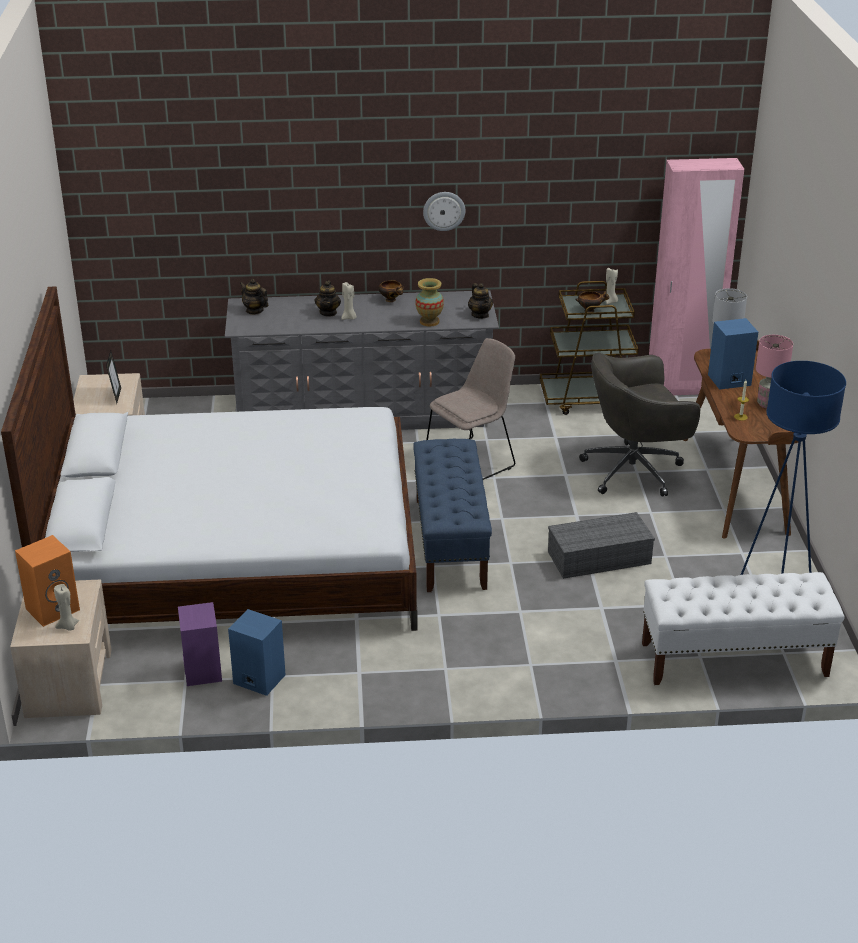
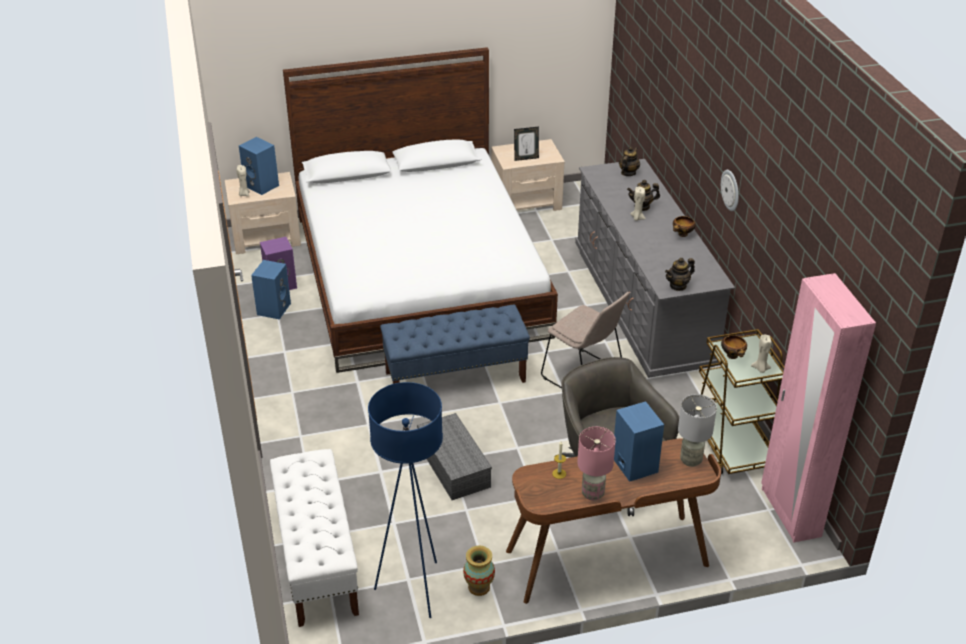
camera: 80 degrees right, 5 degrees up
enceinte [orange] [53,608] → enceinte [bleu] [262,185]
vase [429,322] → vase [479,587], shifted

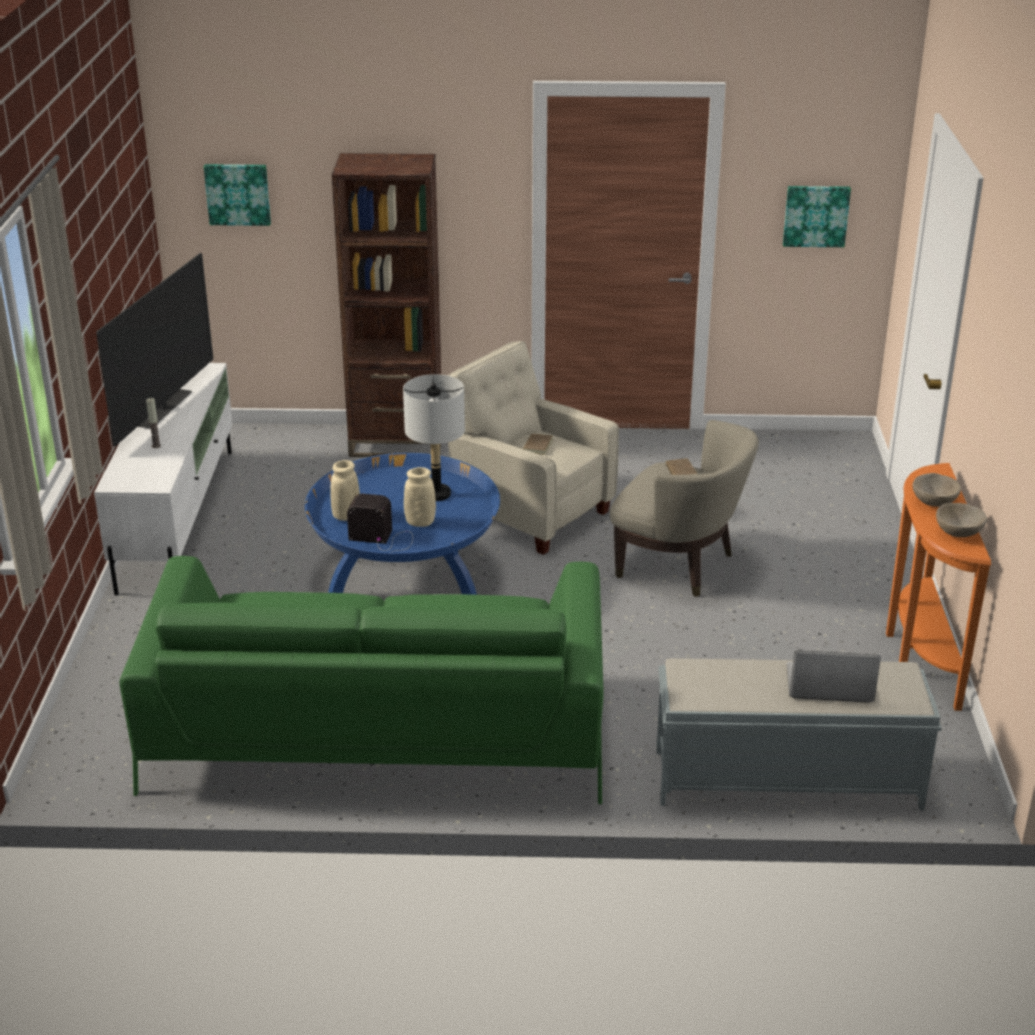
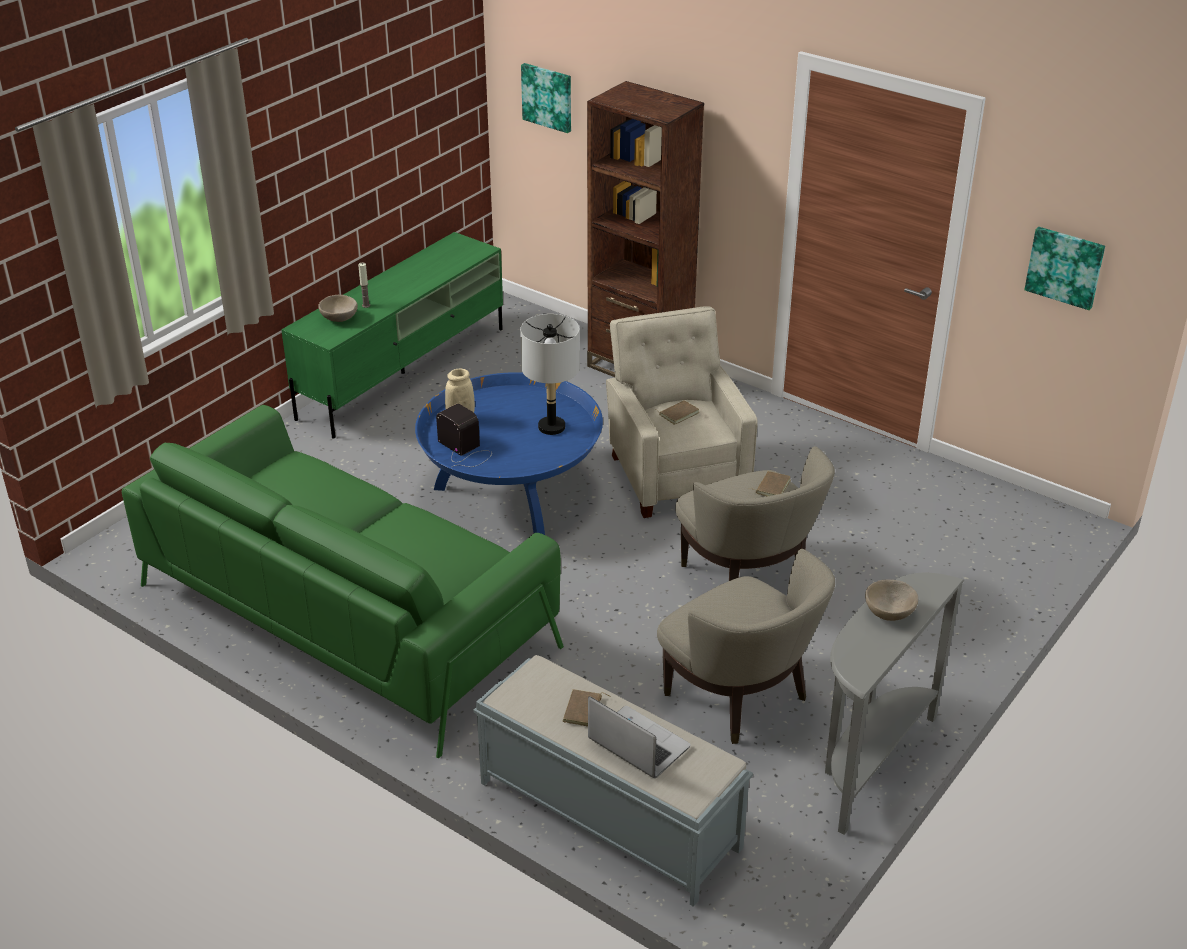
camera: 35 degrees right, 5 degrees up
meuble télé [blanc] [178,517] → meuble télé [vert] [404,372]
téléviseur [164,409] → -
vase [beige] [420,522] → -
table console [orange] [918,655] → table console [gris] [868,763]
bol [beige] [958,533] → bol [beige] [339,318], shifted
- → livre [marron] [584,710]
- → fauteuil [beige] [740,698]

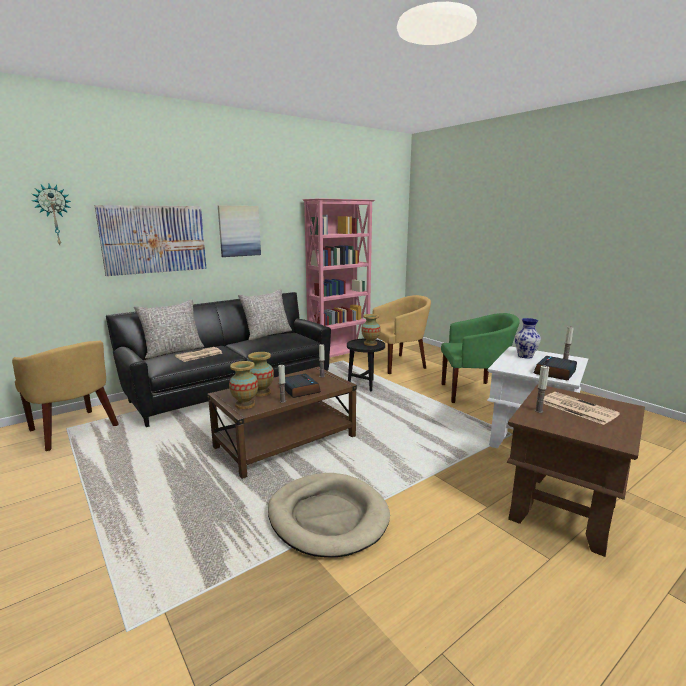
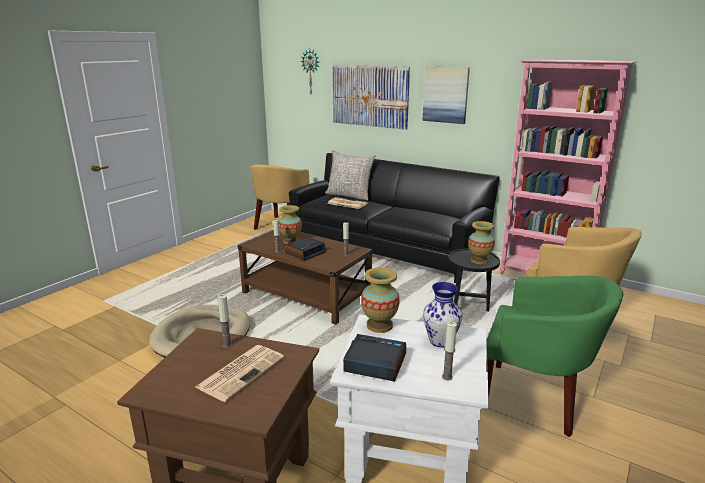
camera: 70 degrees right, 5 degrees up
vase [245,405] → vase [379,325], shifted
coussin [gris] [267,334] → -
fauteuil [vert] [474,393] → fauteuil [vert] [535,397], 45 degrees counterclockwise

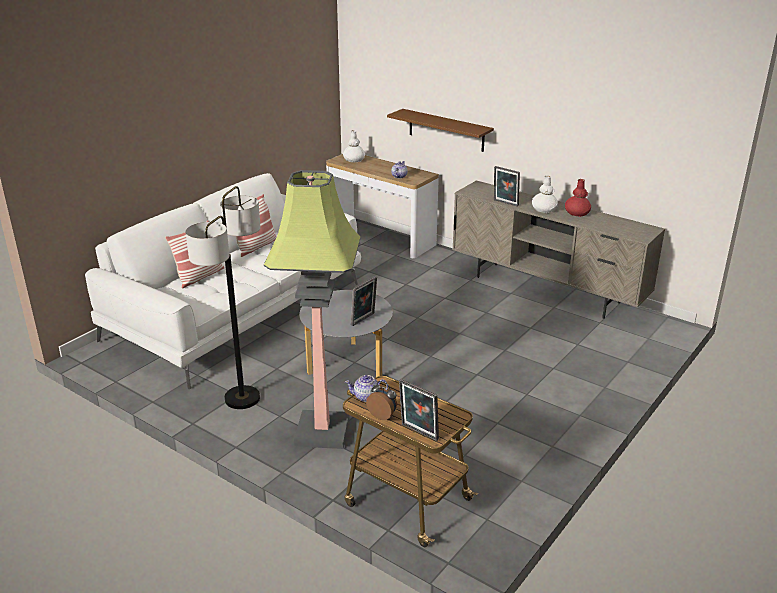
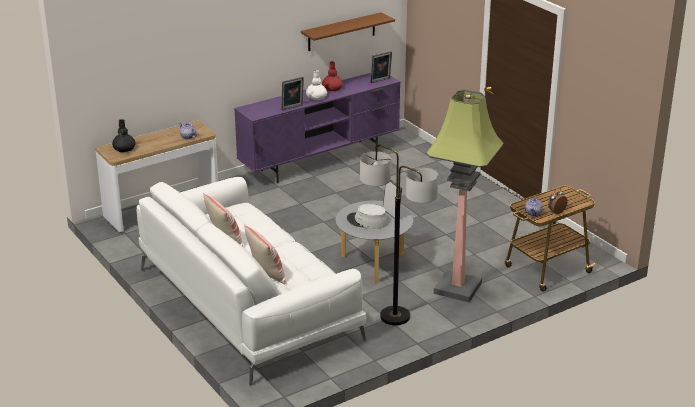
camera: 70 degrees left, 0 degrees up
vase [blanc] [354,160] → vase [noir] [124,149]
étagère [marron] [446,130] → étagère [marron] [341,32], shifted
cadre photo [418,433] → cadre photo [380,81], shifted
meuble télé [beige] [547,290] → meuble télé [violet] [320,161]
- → chapeau [gris] [367,221]

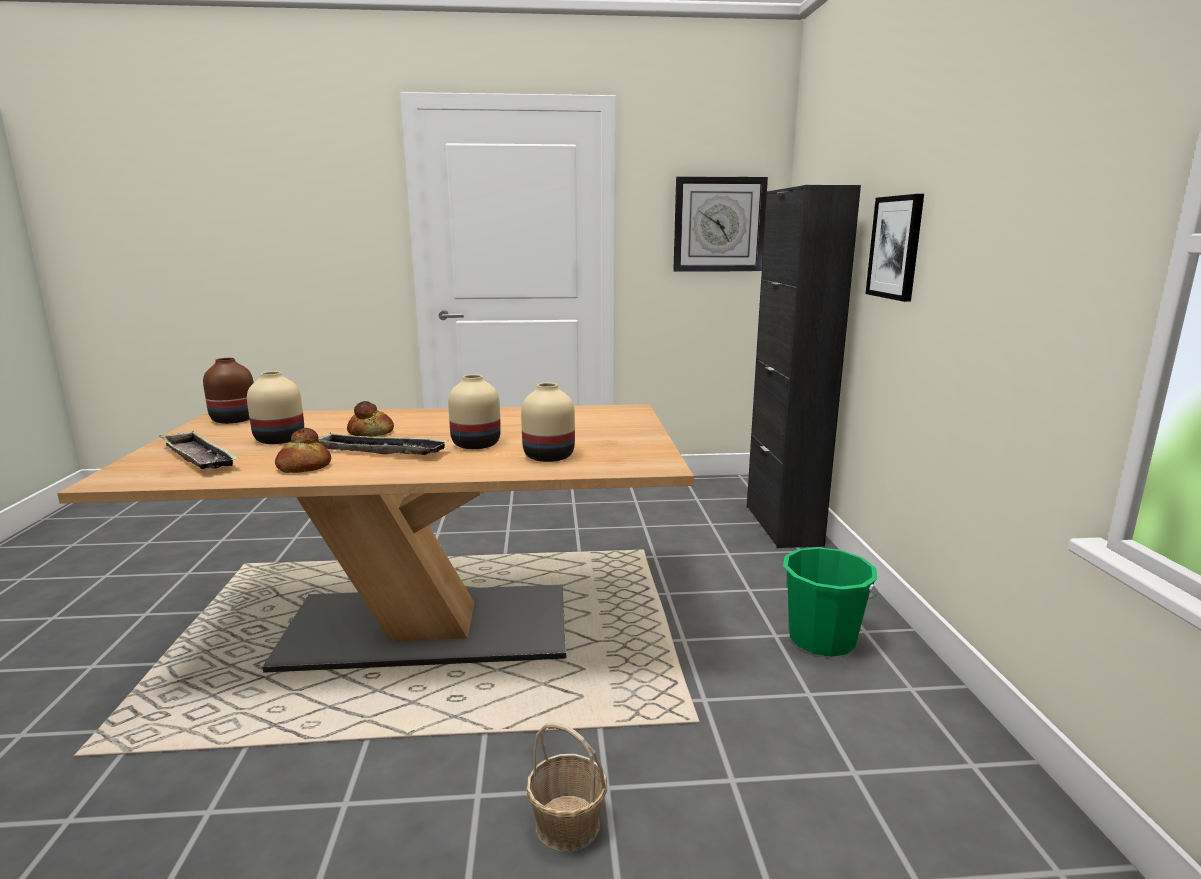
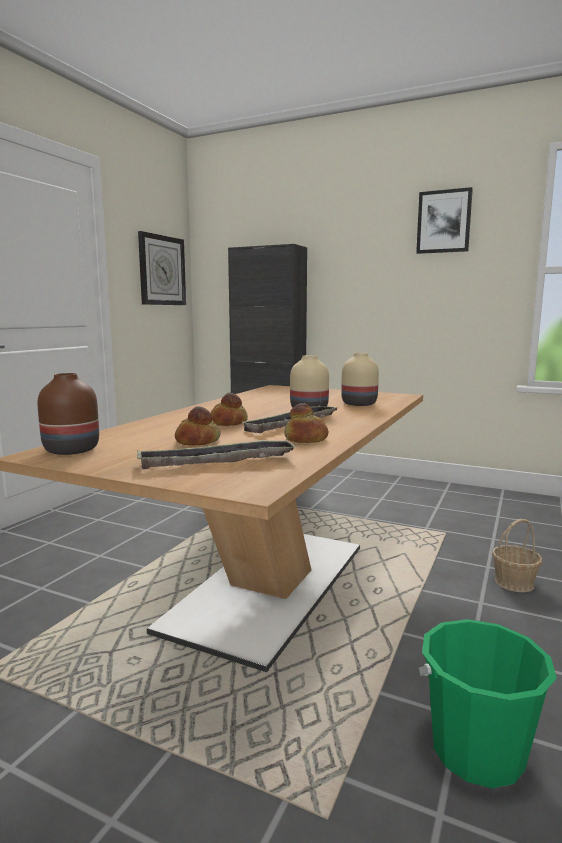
camera: 60 degrees left, 5 degrees down
vase [beige] [278,439] → pain [197,441]
seau [vert] [822,640] → seau [vert] [477,752], shifted
tableau [896,247] → tableau [444,221], shifted

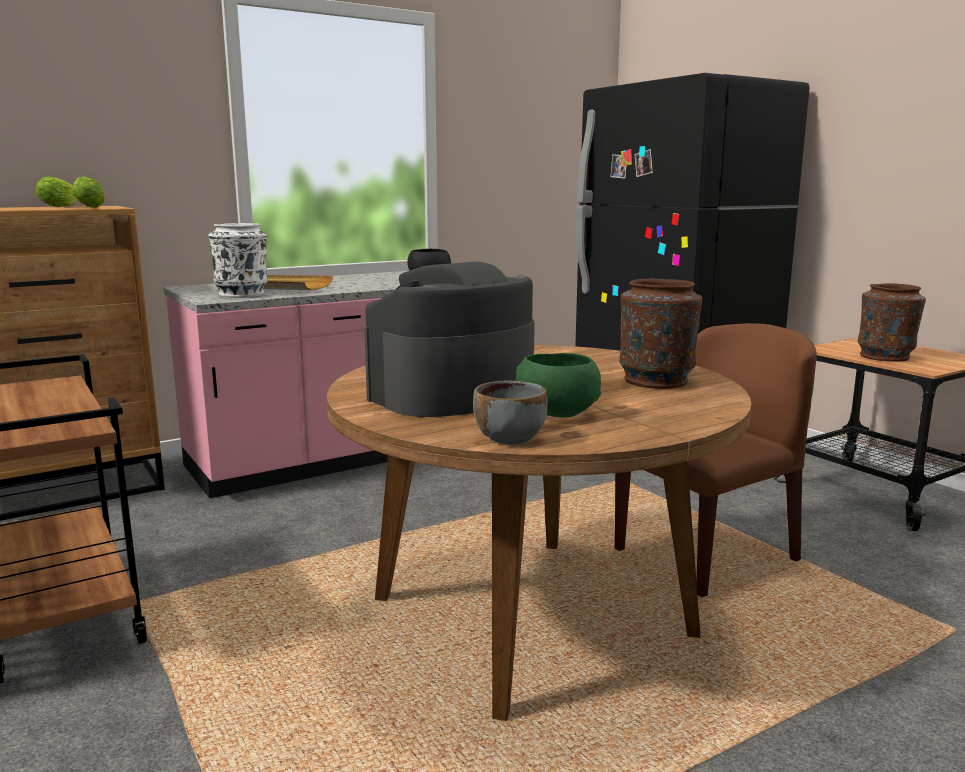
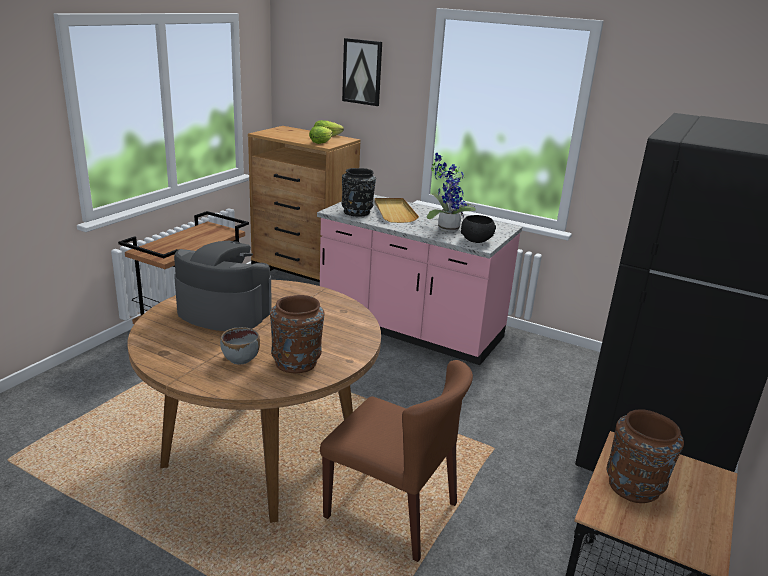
camera: 60 degrees right, 10 degrees up
vase [blanc] [242,294] → vase [noir] [357,212]
bol [gris] [510,438] → bol [gris] [240,359], shifted
bol [vert] [556,414] → -
- → tableau [362,72]
- → plante en pot [445,228]

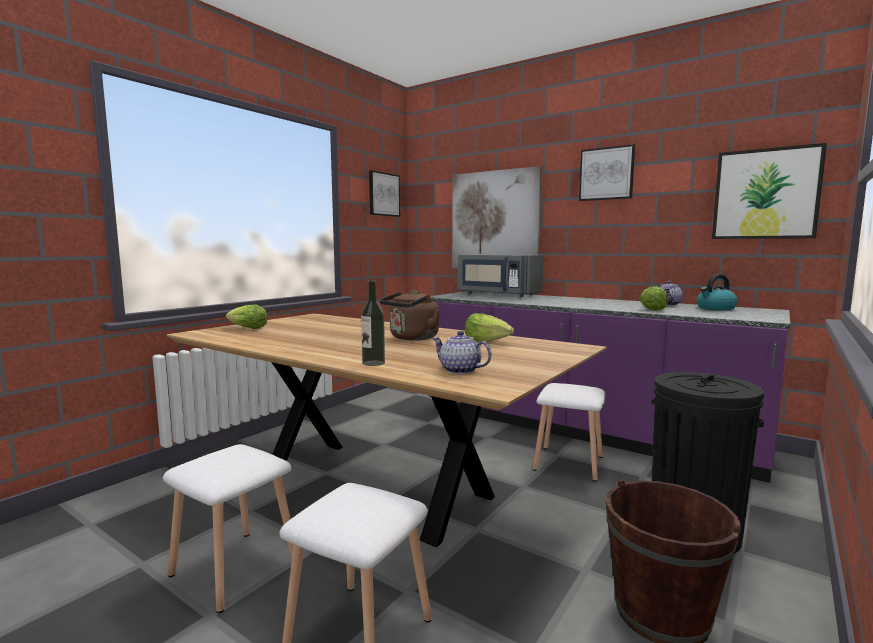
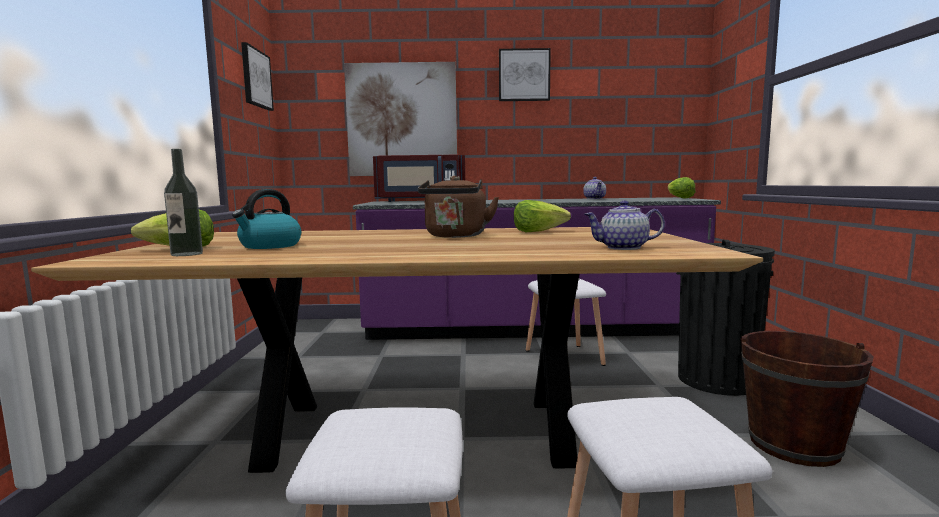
camera: 35 degrees left, 0 degrees up
bouteille [373,363] → bouteille [187,254], shifted
micro-ondes [gris] [497,294] → micro-ondes [rouge] [421,201]
laitue [653,309] → laitue [679,198], shifted
bouilloire [715,308] → bouilloire [270,246], shifted
tableau [765,194] → -

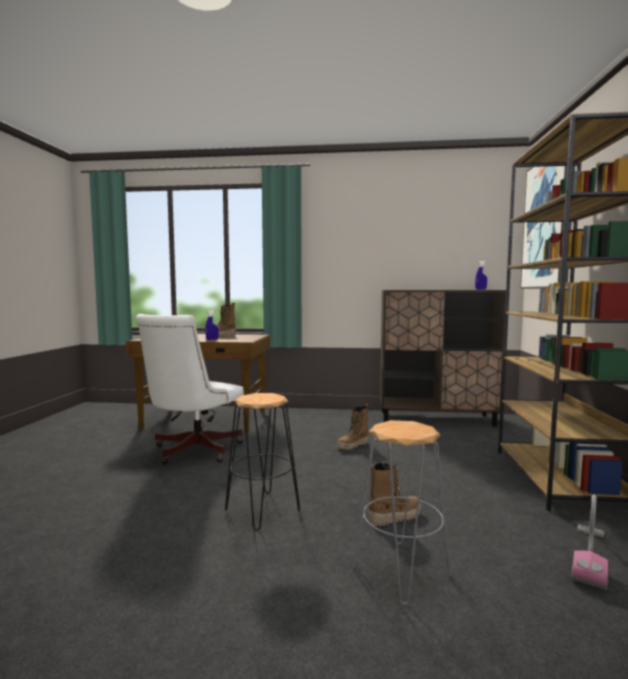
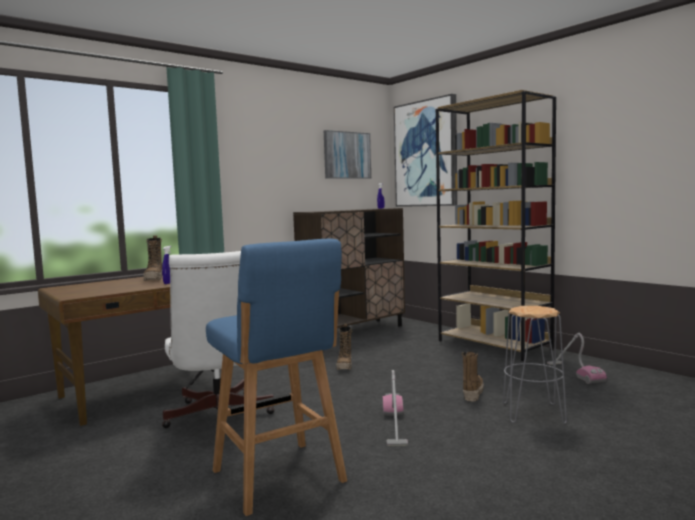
camera: 45 degrees left, 0 degrees up
tabouret [noir] [262,510] → aspirateur [394,424]
- → tabouret [bleu] [280,478]
- → tableau [347,155]

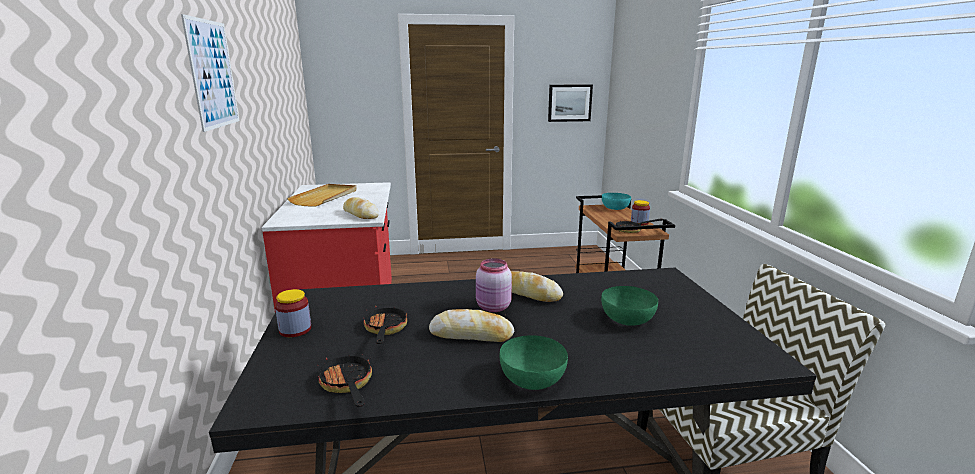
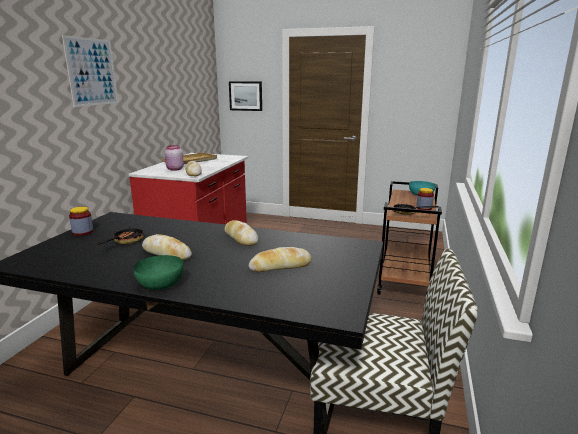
camera: 25 degrees right, 0 degrees up
poêle [347,385] → -
bocal [rose] [493,307] → bocal [rose] [174,169], shifted
tableau [569,103] → tableau [246,96], shifted
bol [vert] [627,319] → pain [280,266]

